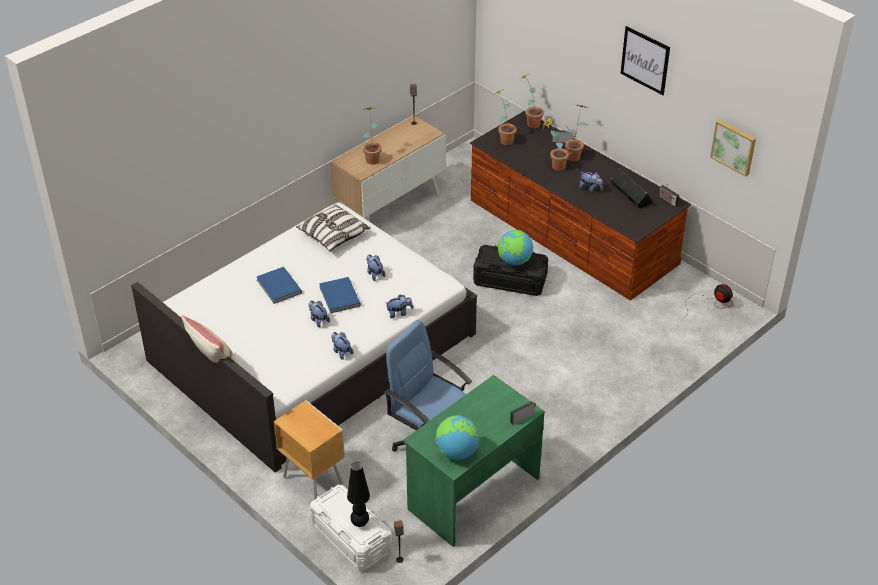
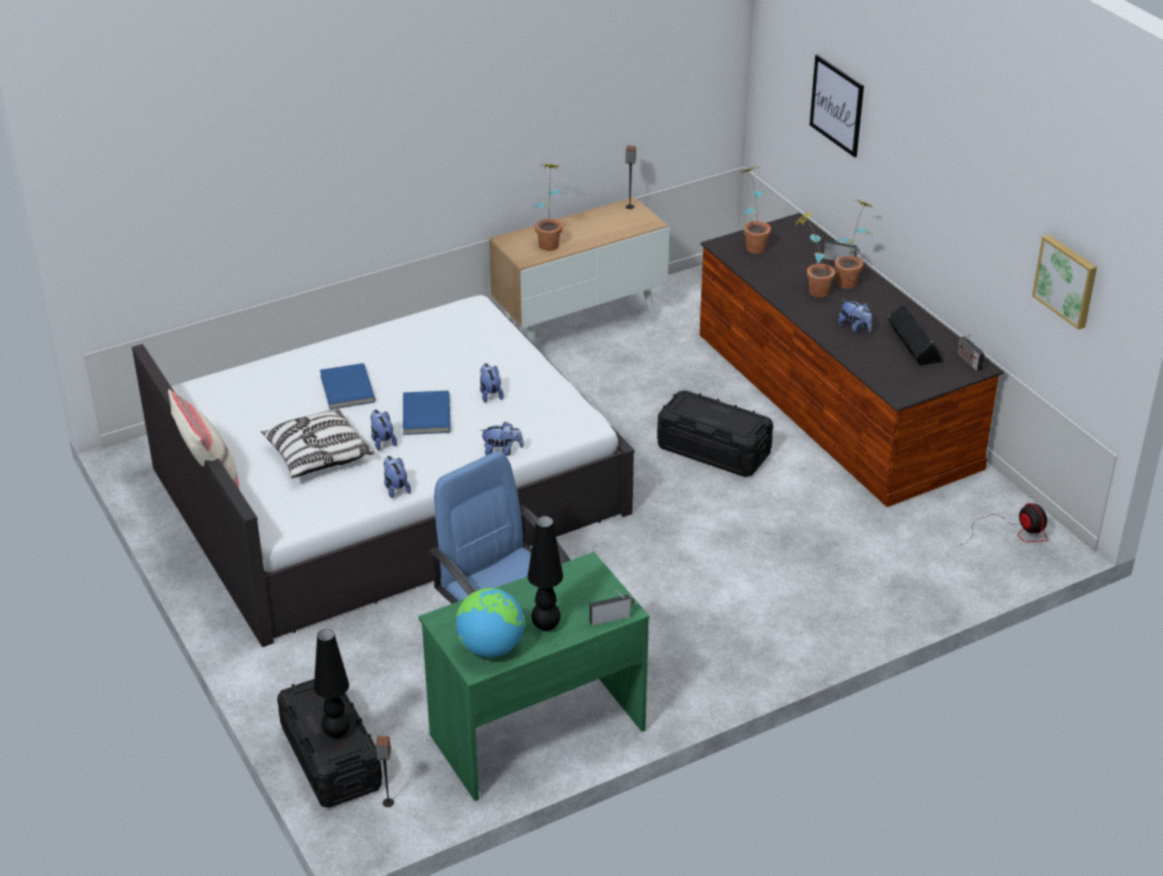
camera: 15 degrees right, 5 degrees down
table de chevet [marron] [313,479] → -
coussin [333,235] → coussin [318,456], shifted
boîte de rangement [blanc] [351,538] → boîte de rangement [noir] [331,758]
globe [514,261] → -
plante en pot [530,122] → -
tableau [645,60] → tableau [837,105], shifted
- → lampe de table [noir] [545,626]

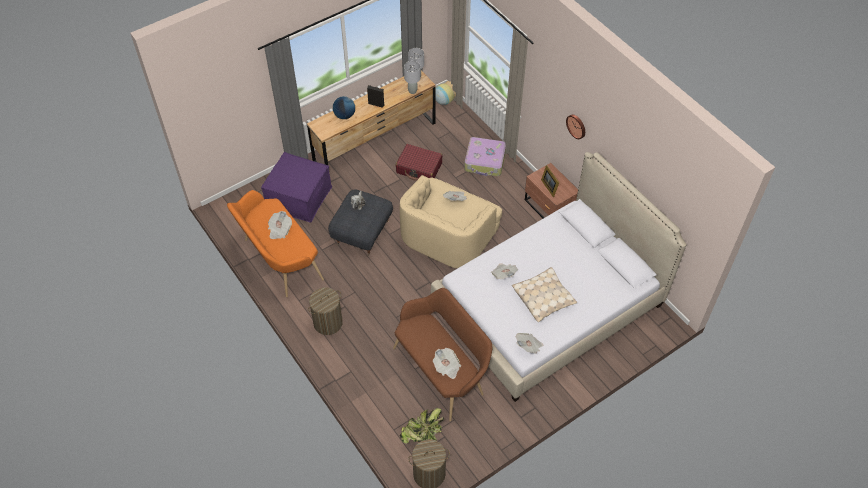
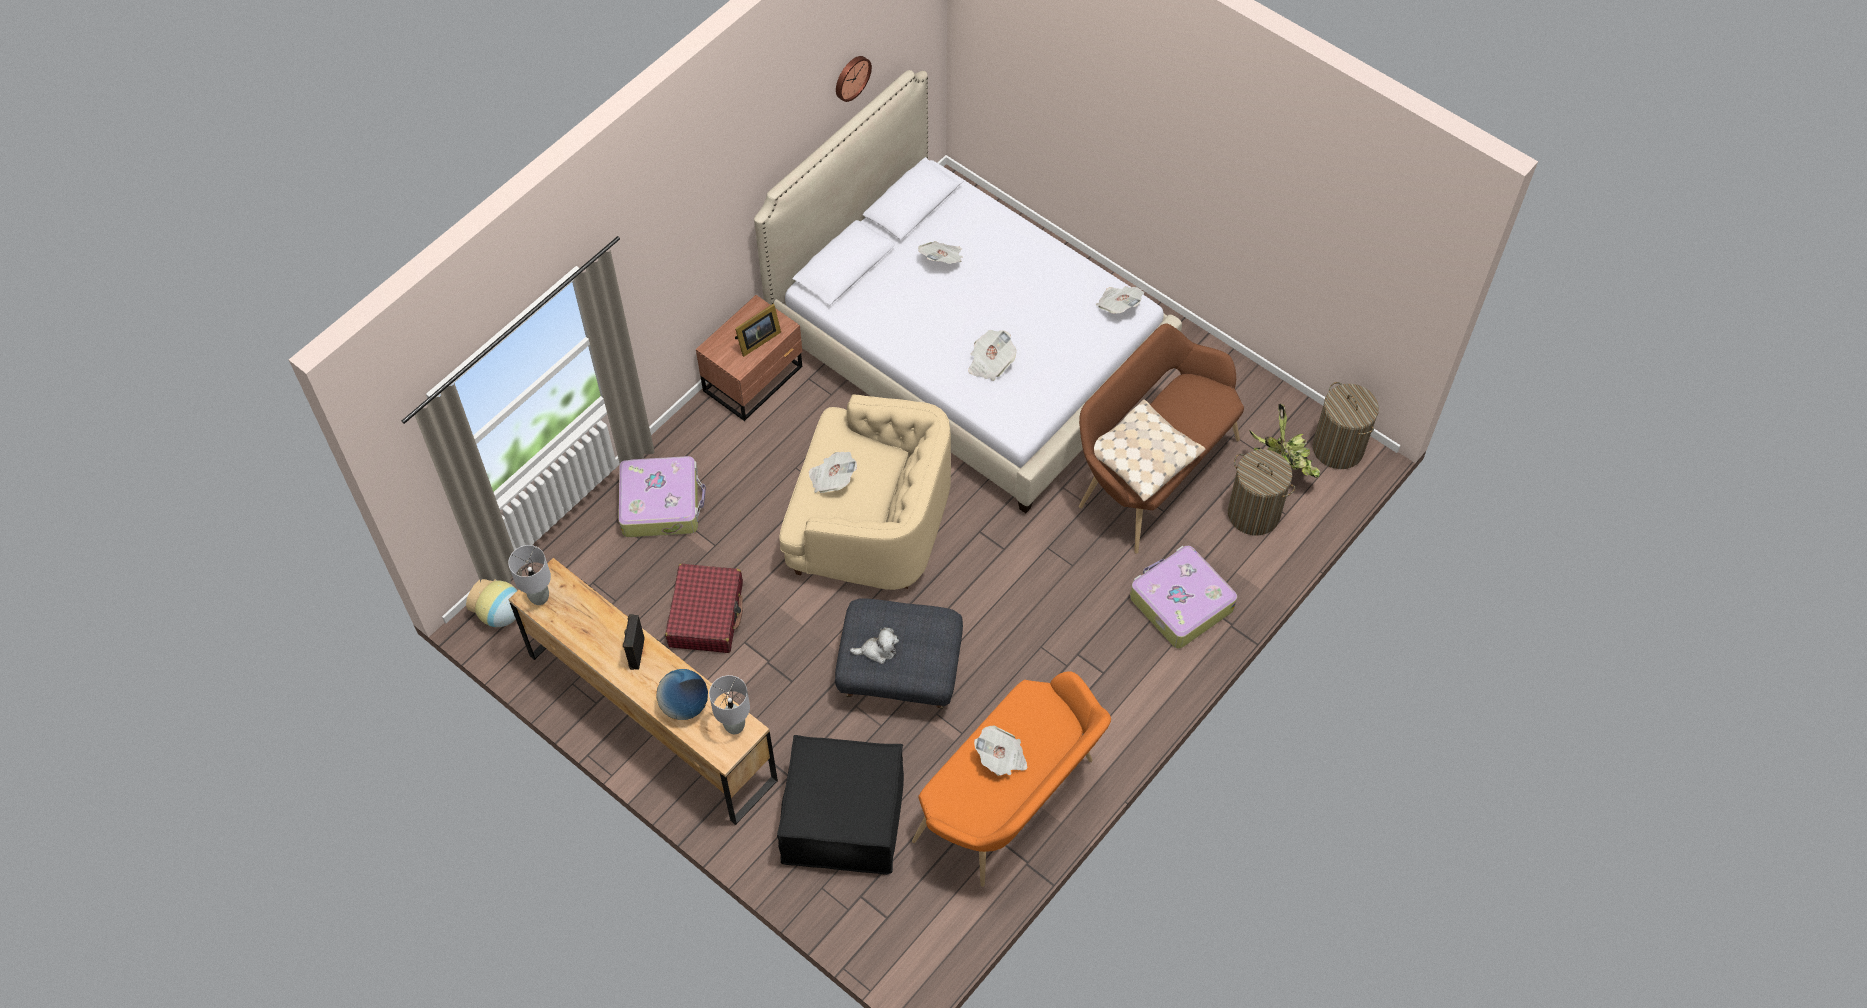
camera: 105 degrees left, 5 degrees up
pouf [violet] [299,197] → pouf [noir] [843,819]
panier à linge [328,323] → panier à linge [1253,513], shifted
lampe de table [gris] [412,91] → lampe de table [gris] [734,725], shifted
journal [447,367] → journal [942,260], shifted
coussin [beige] [543,298] → coussin [beige] [1142,457], shifted
horloge murale [576,126] → horloge murale [851,77], shifted
- → valise [1180,603]

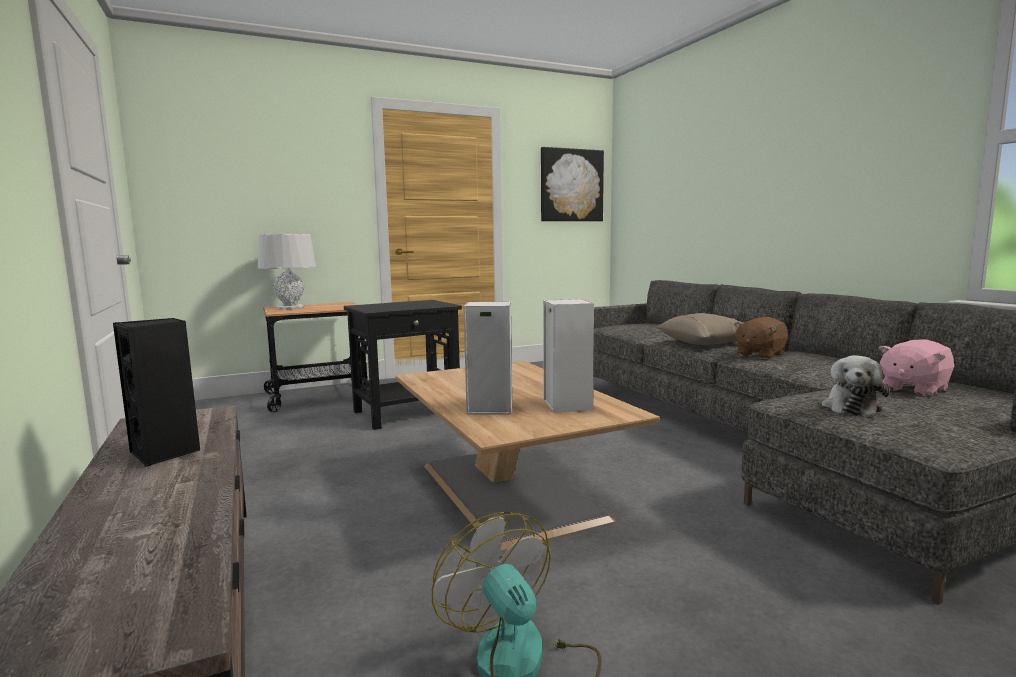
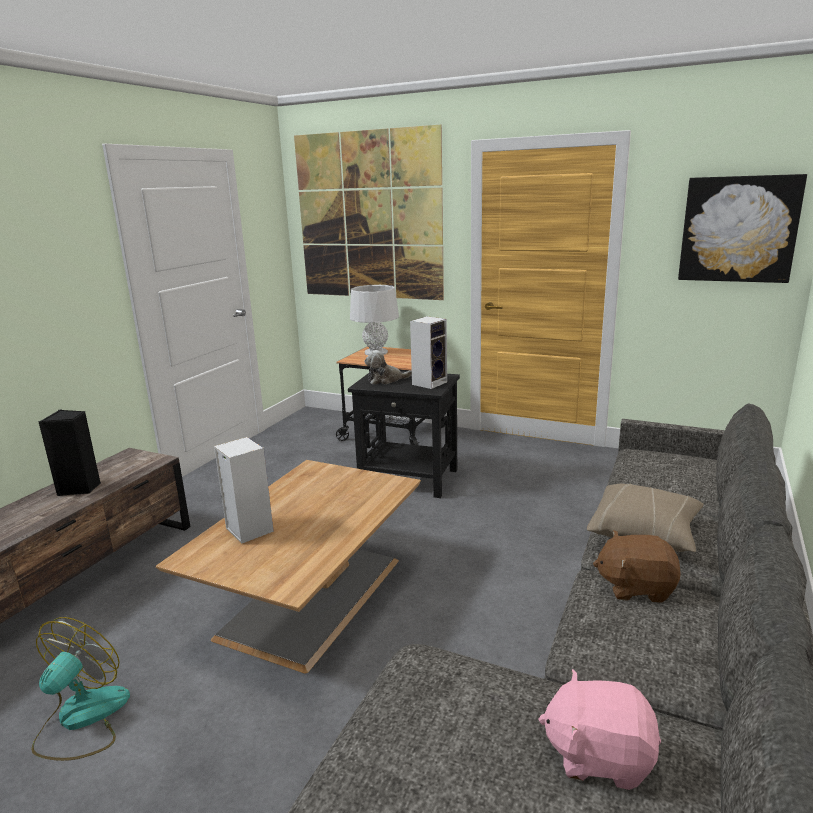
camera: 50 degrees right, 10 degrees up
enceinte [565,405] → enceinte [430,383], shifted
peluche [851,407] → peluche [386,380], shifted
- → tableau [368,217]

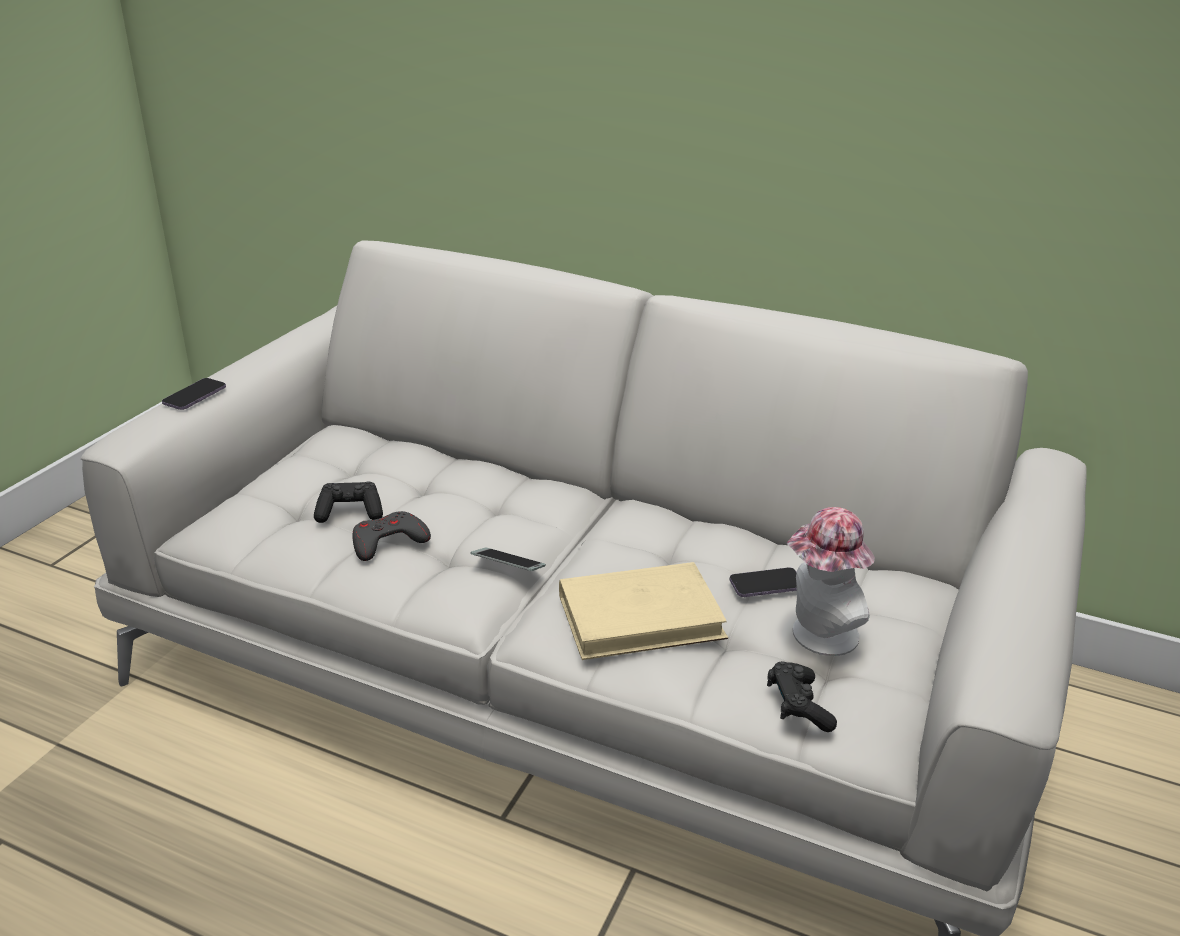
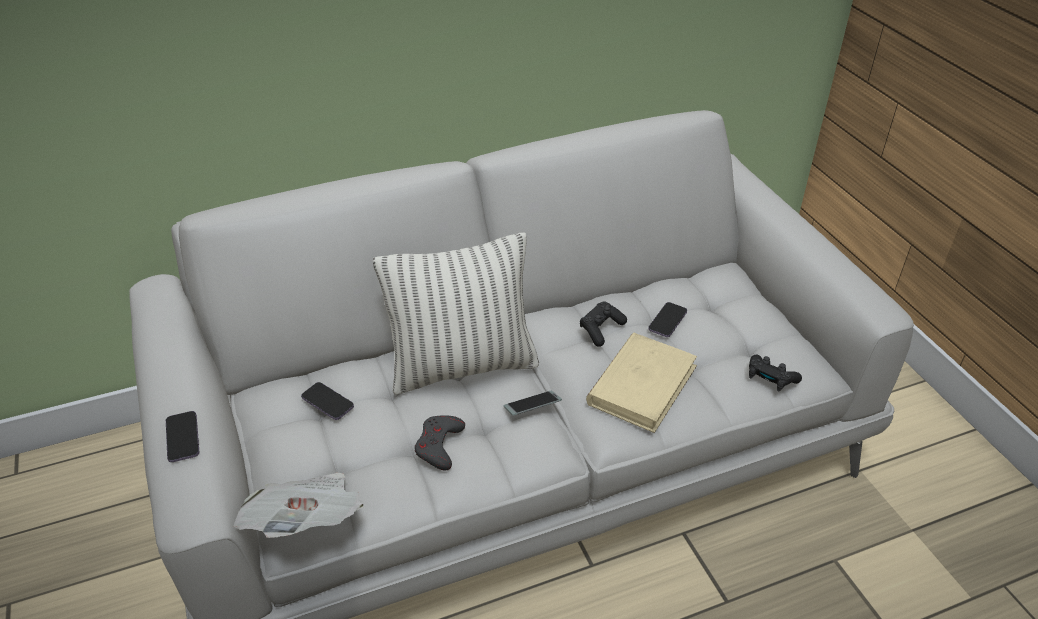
camera: 45 degrees left, 10 degrees up
manette [noir] [350,512] → manette [noir] [601,329], shifted
chapeau [817,637] → -
- → journal [307,523]
- → téléphone [327,402]
- → coussin [462,366]

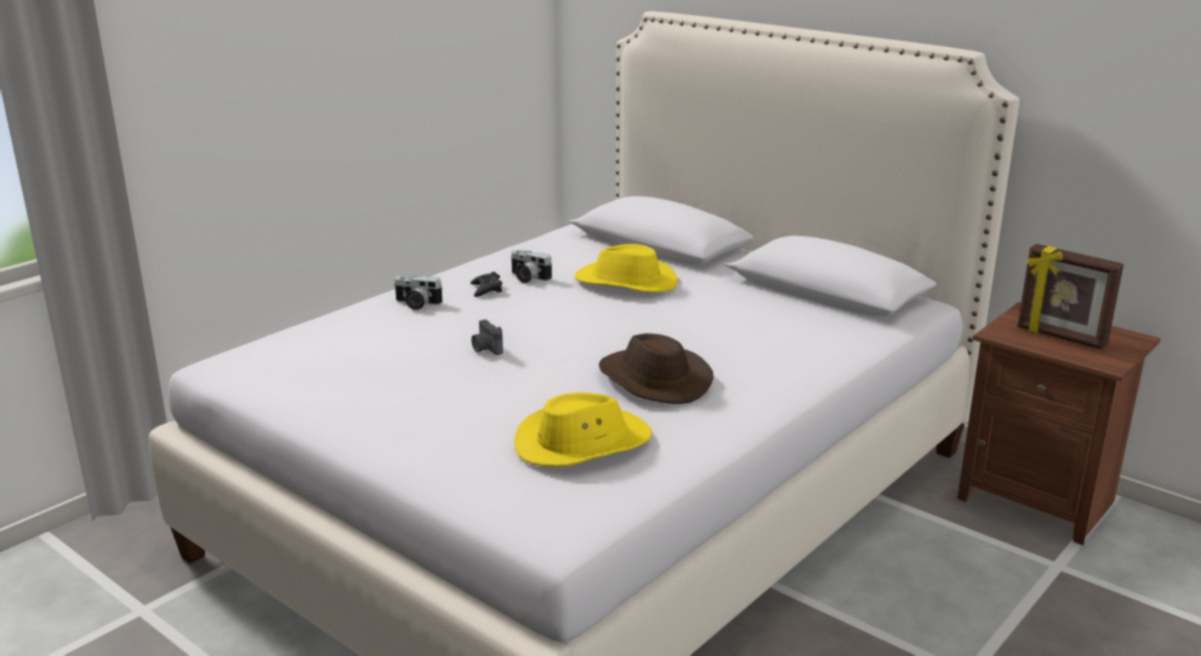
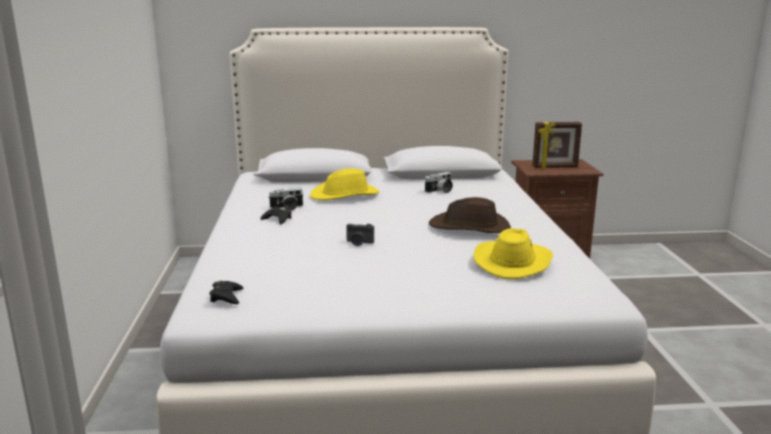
camera: 45 degrees left, 5 degrees down
appareil photo [416,304] → appareil photo [440,191], shifted
- → manette [noir] [226,297]

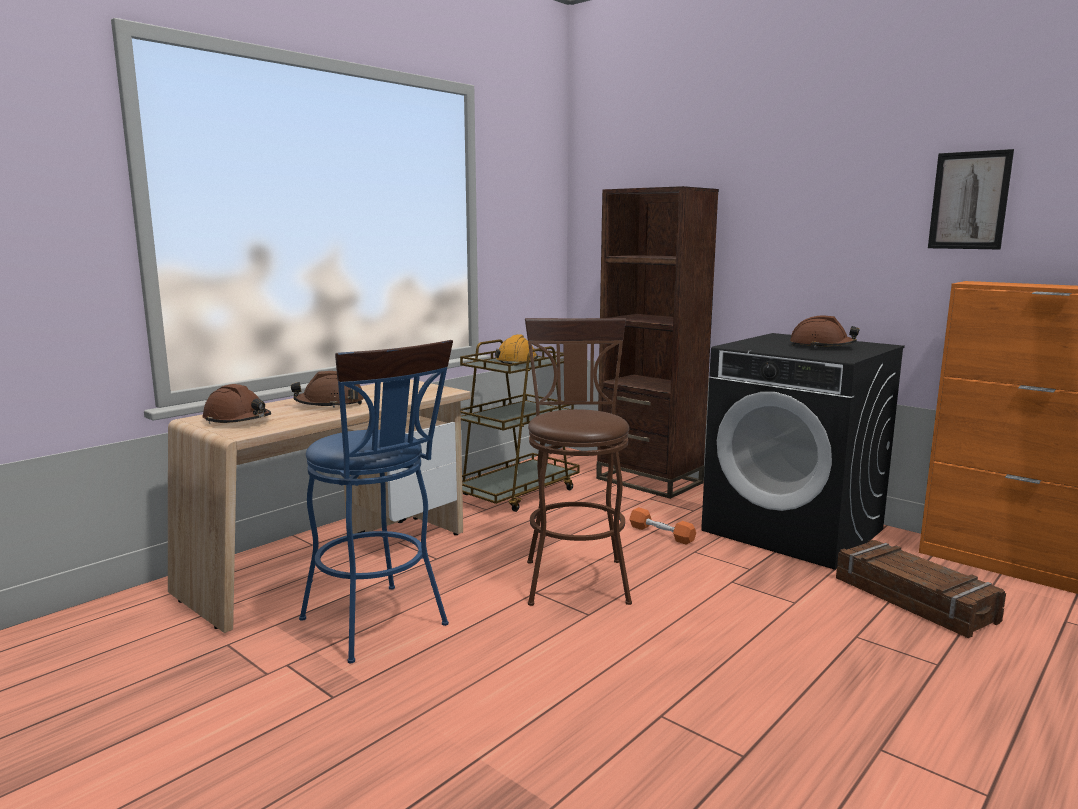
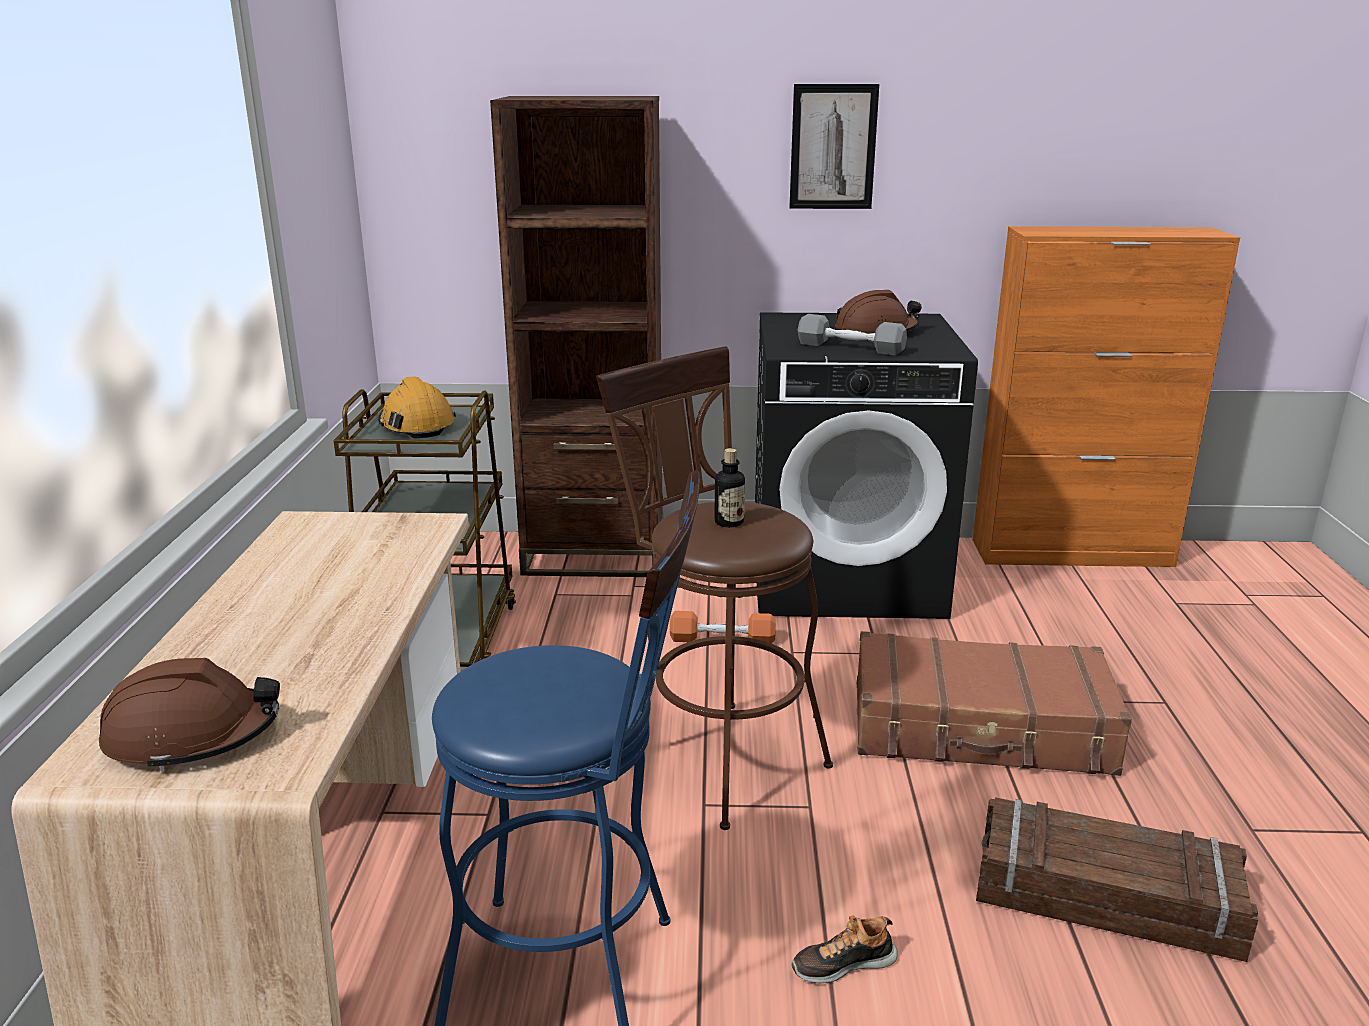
camera: 40 degrees left, 10 degrees up
casque de chantier [marron] [330,404] → -
caisse [913,600] → caisse [1105,898], shifted
tableau [969,200] → tableau [833,147], shifted
- → bouteille [729,522]
- → chaussure [843,963]
- → haltère [gris] [850,348]
- → valise [marron] [980,729]

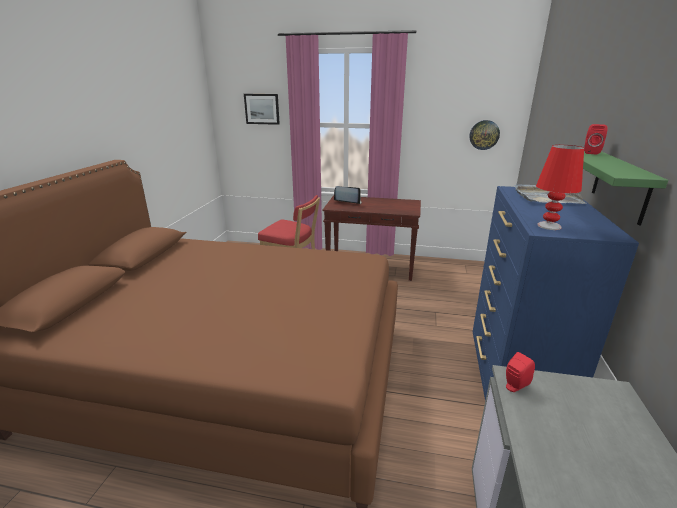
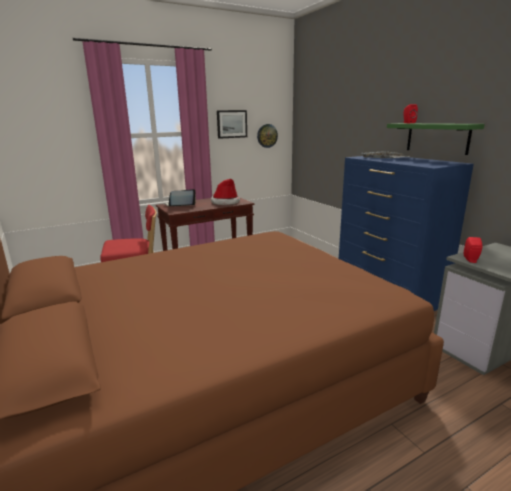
camera: 40 degrees left, 5 degrees down
tableau [262,109] → tableau [231,124], shifted
lampe de table [rouge] [548,226] → -
- → chapeau [225,202]

